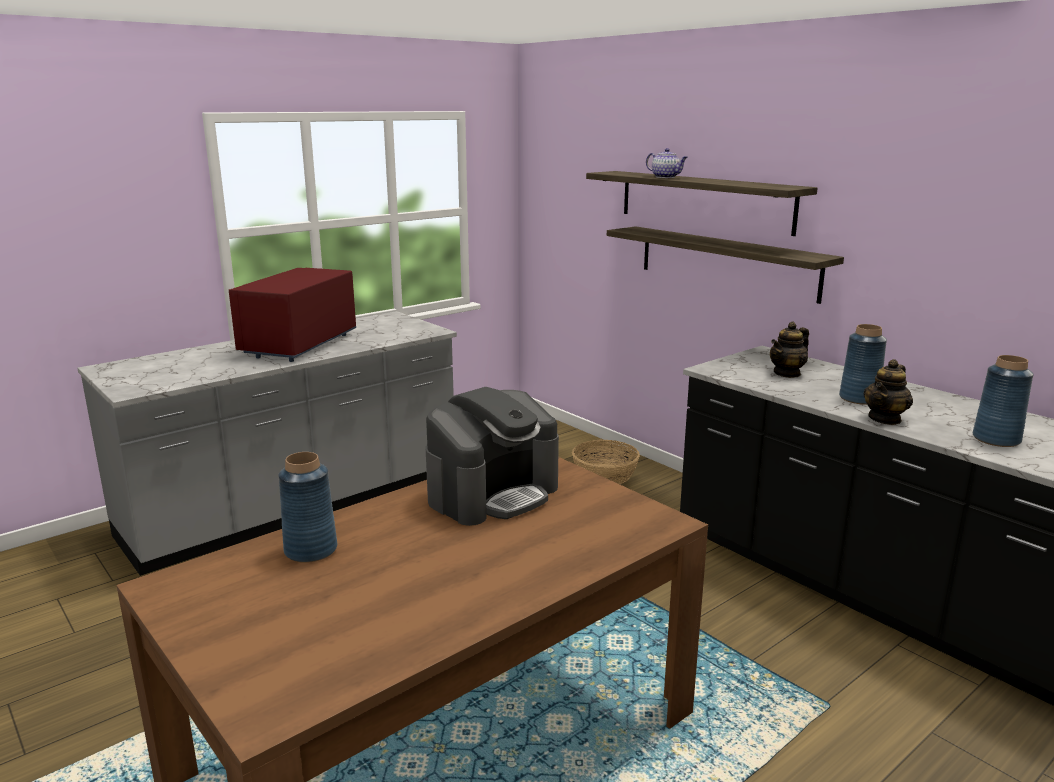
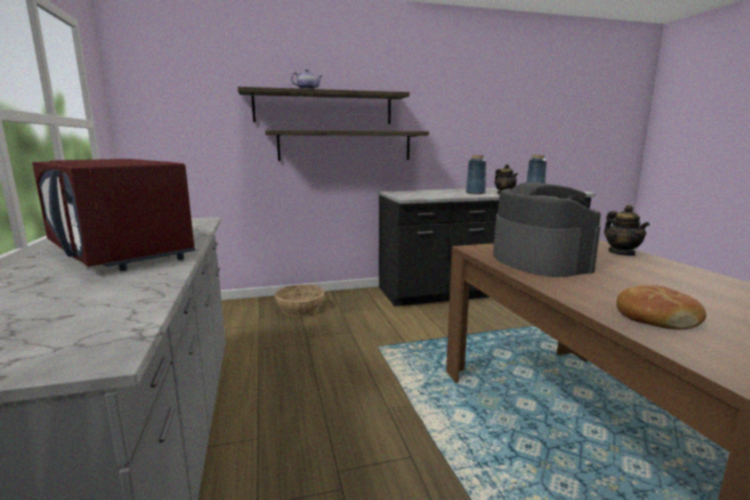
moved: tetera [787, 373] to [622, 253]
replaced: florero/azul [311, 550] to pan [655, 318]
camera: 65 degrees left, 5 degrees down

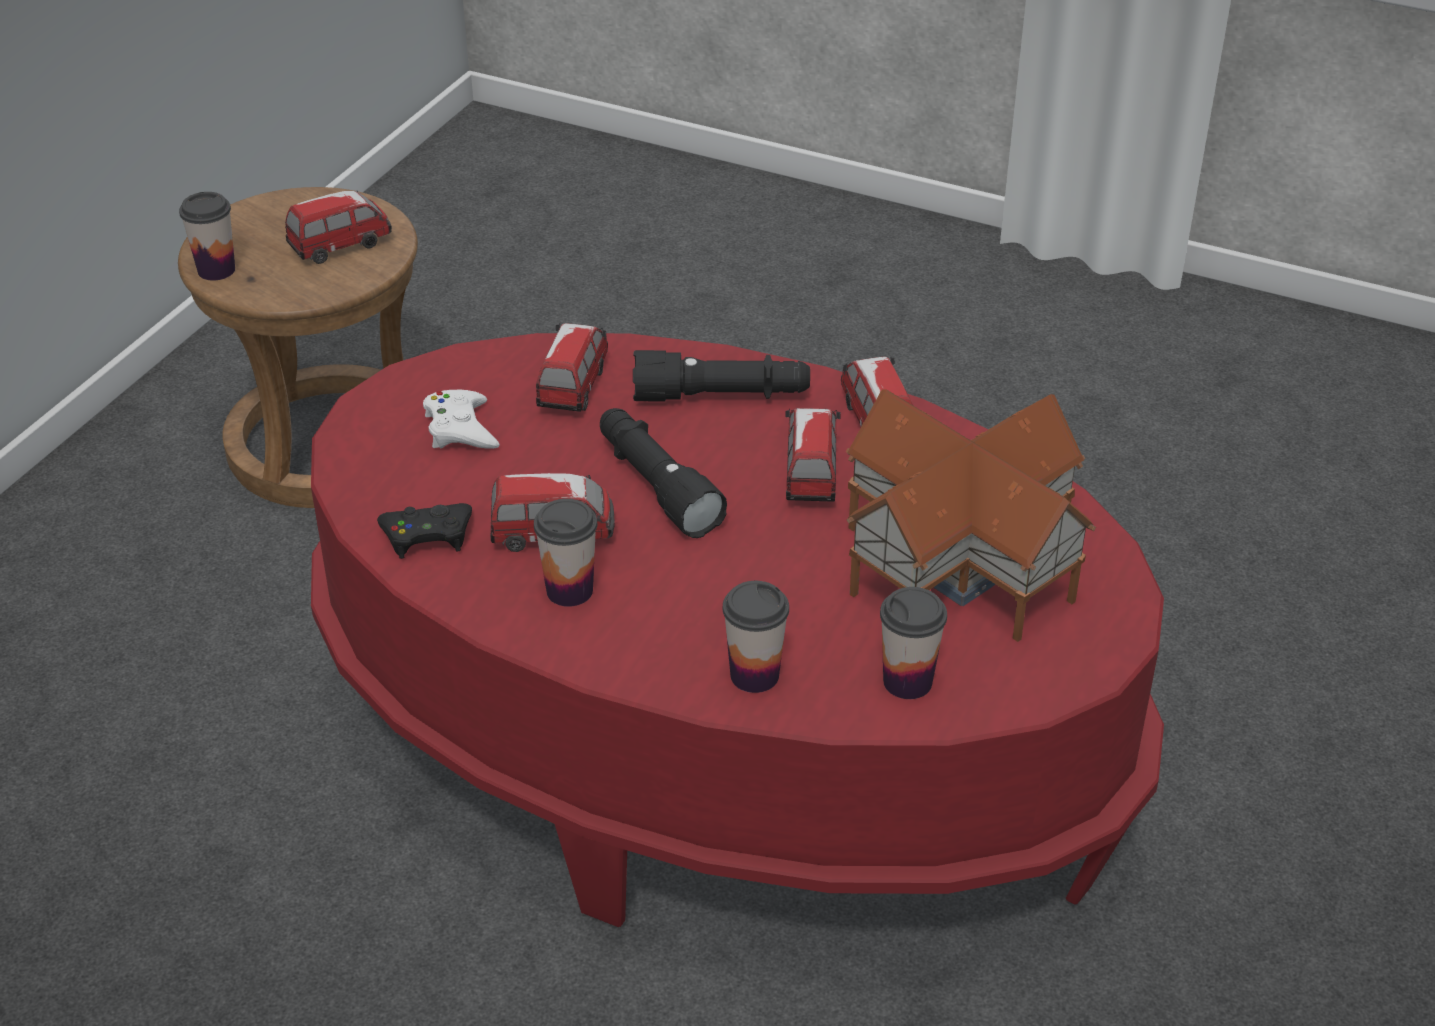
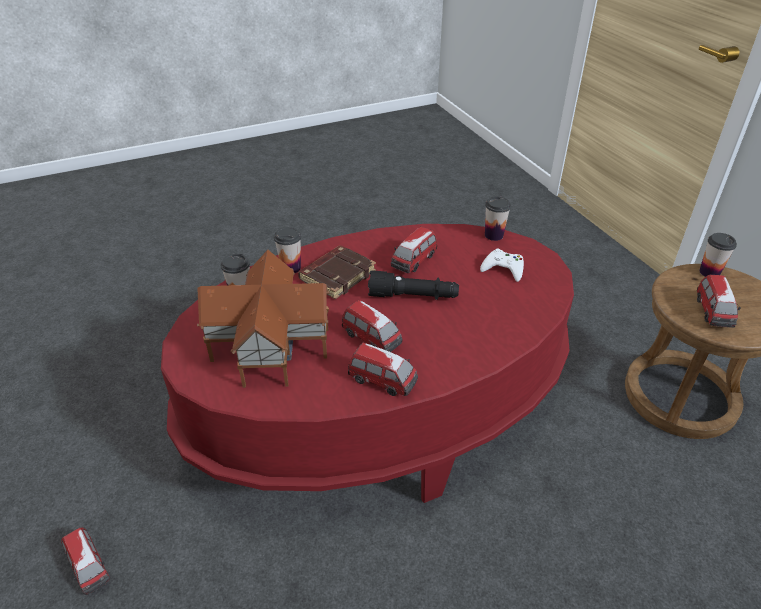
removed: mando de consola/negro [427, 535]; linterna/negro [721, 396]
added: libro/marrón [337, 275]
moved: coche de juguete [572, 386] to [90, 567]; taza [569, 590] to [493, 235]
camera: 130 degrees right, 0 degrees up

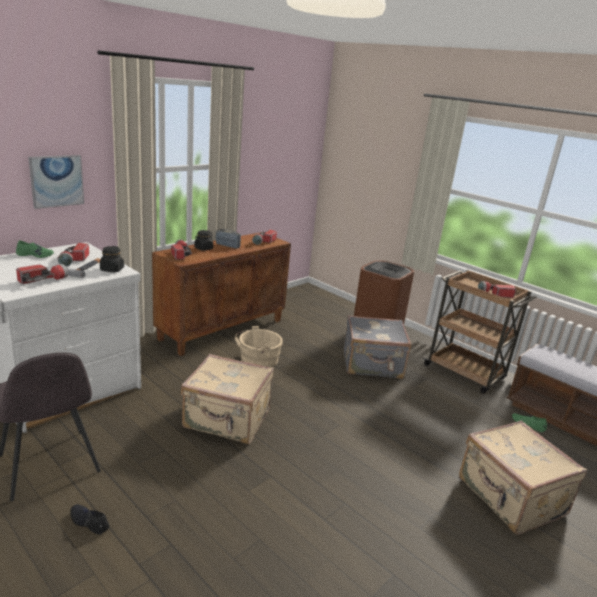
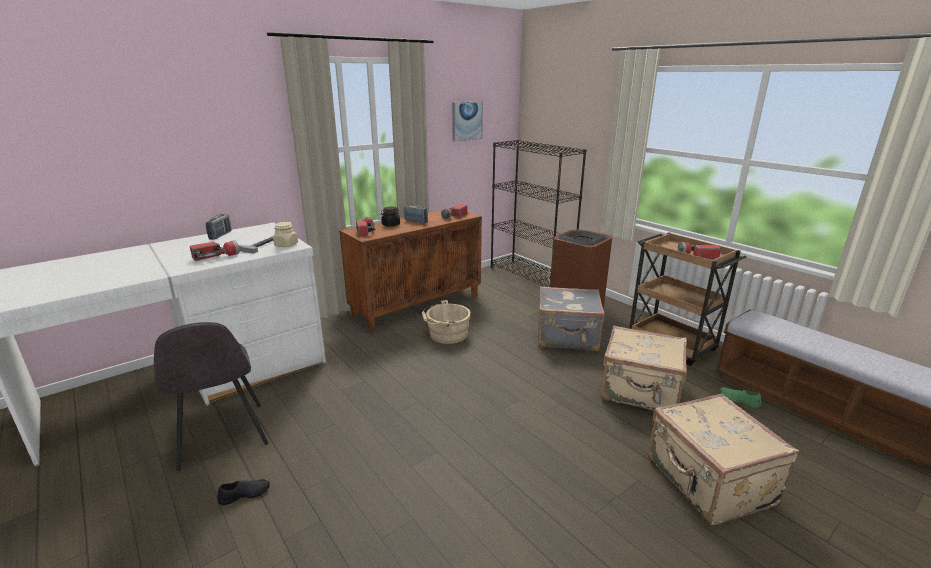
removed: linterna [74, 260]
added: estantería/negro [530, 276]
moved: cuadro [56, 181] to [466, 121]; maleta/beis [227, 420] to [640, 391]
replaced: zapato/verde [35, 255] to radio [220, 235]
recoloured: tarro/negro [112, 269] to tarro/beis [286, 245]
turned: zapato/negro [89, 522] = [245, 494] 120 degrees clockwise
camera: 10 degrees right, 0 degrees up

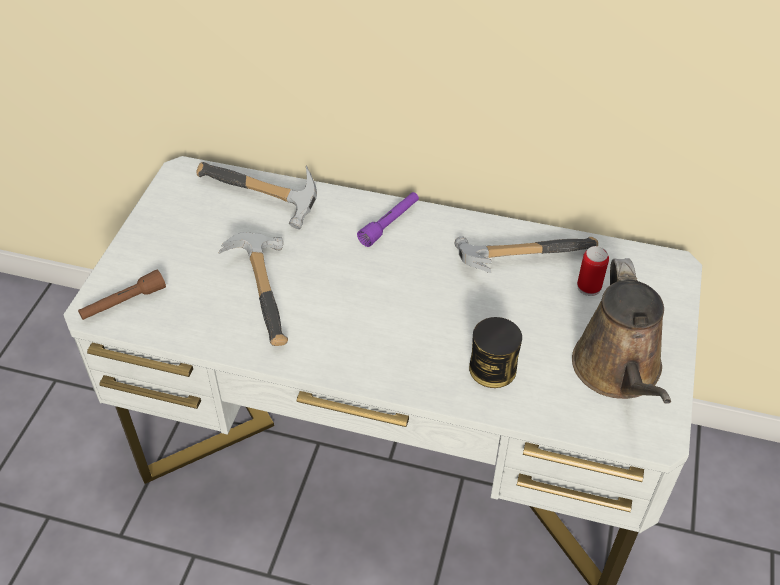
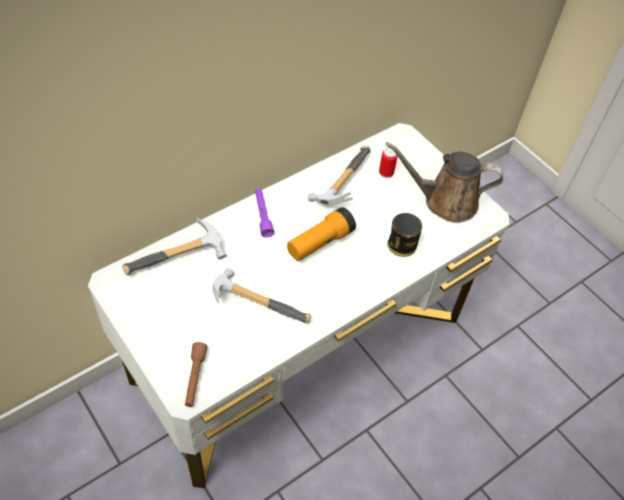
added: linterna [320, 243]
turned: regadera/marrón [618, 371] = [445, 201] 150 degrees clockwise
camera: 55 degrees left, 5 degrees up

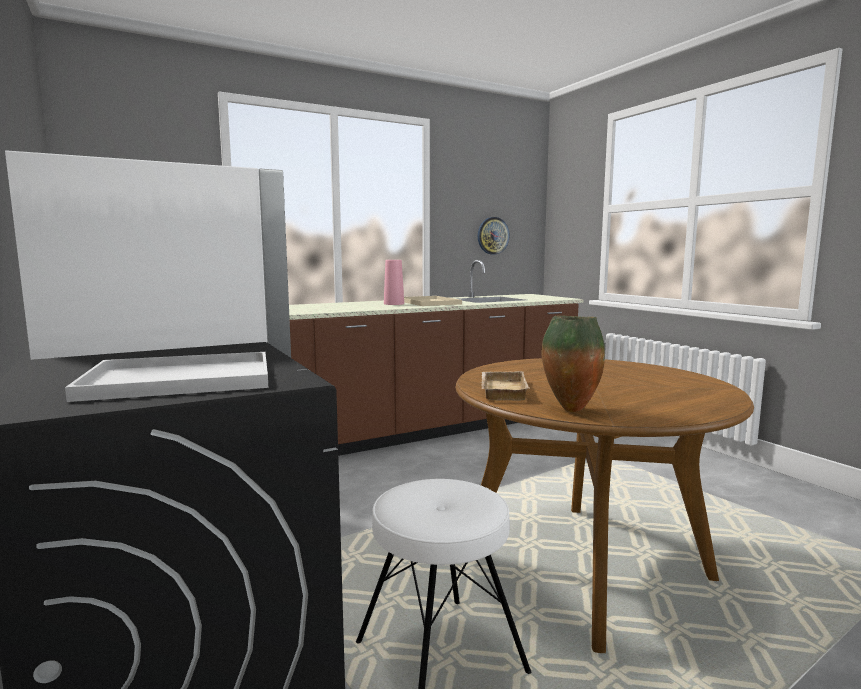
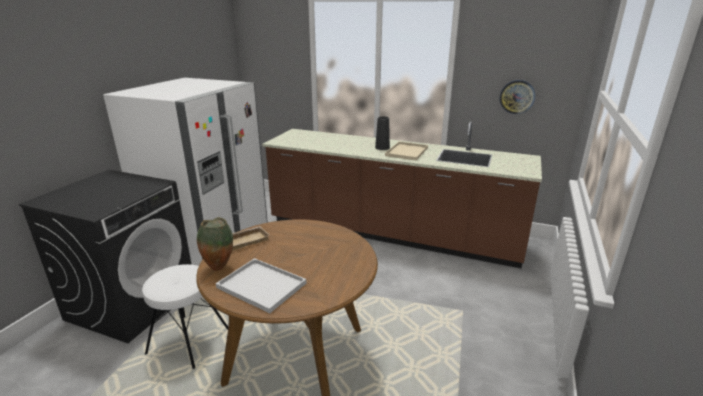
moved: bandeja/blanco [177, 380] to [260, 285]
recoloured: florero/rosa [394, 304] to florero/negro [382, 147]
camera: 50 degrees right, 15 degrees up

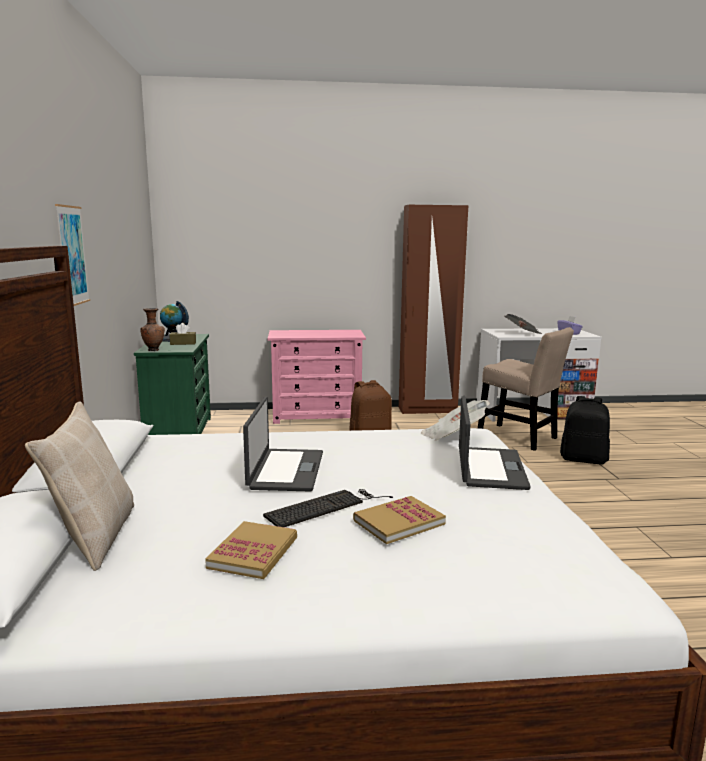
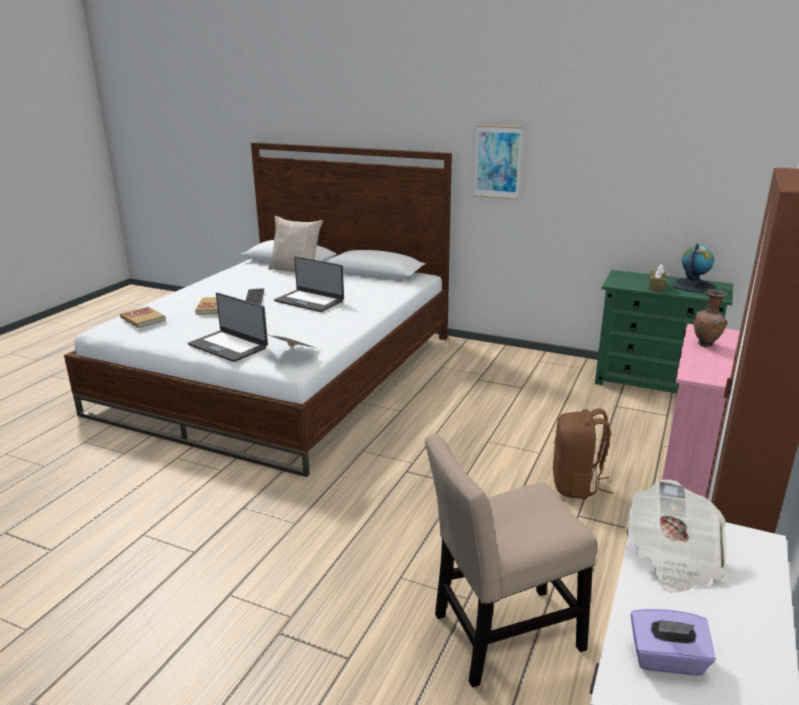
removed: mochila/negro [584, 459]
moved: libro [253, 552] to [143, 319]; florero/marrón [153, 350] to [706, 345]
camera: 120 degrees right, 10 degrees up

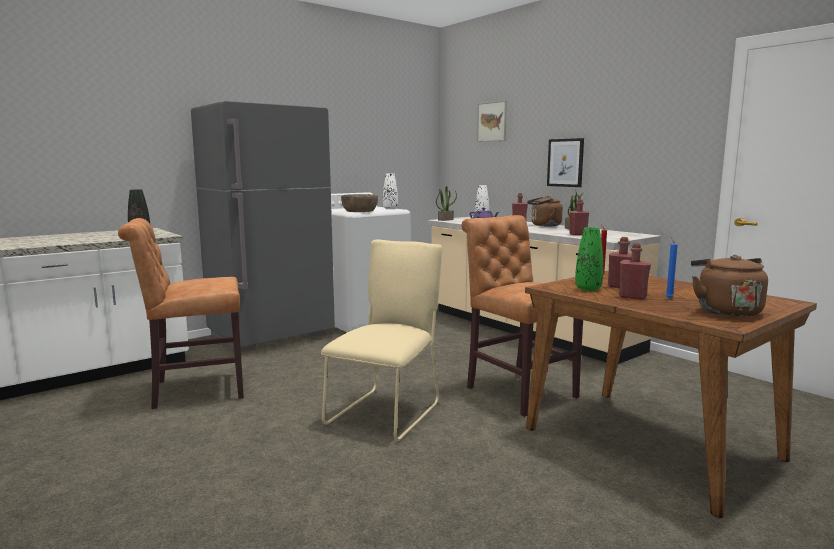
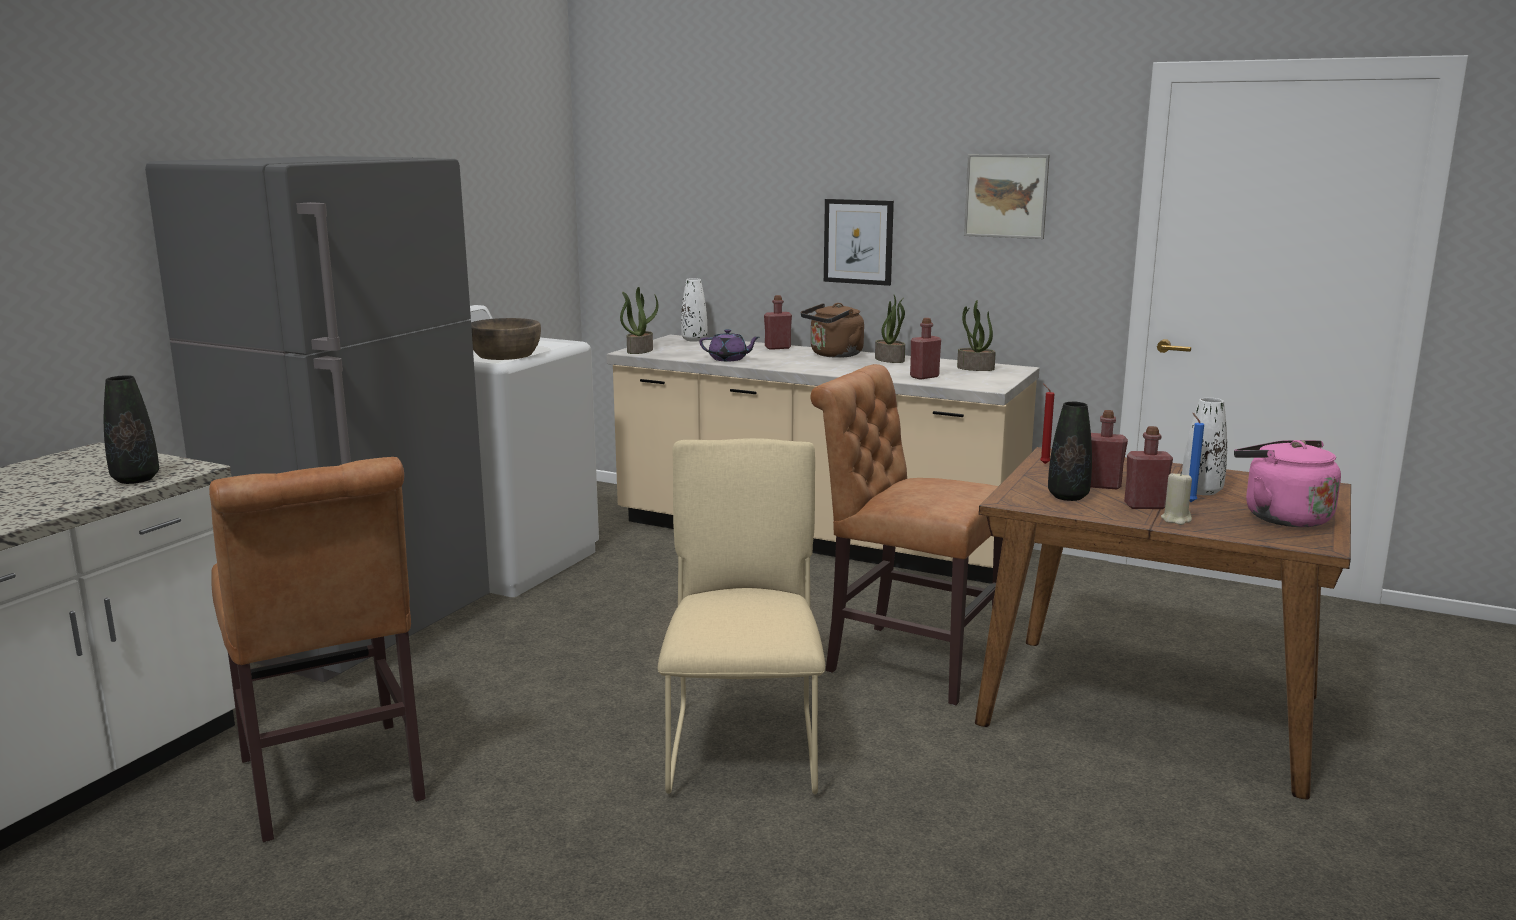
added: planta en maceta [975, 368]; vela/beis [1176, 519]
moved: cuadro [492, 121] to [1006, 196]; florero/blanco [390, 208] to [1201, 491]
recoloured: florero/verde [588, 288] to florero/negro [1068, 496]; hervidor/marrón [725, 311] to hervidor/rosa [1281, 517]
turned: silla/marrón [193, 390] = [333, 785] 75 degrees counterclockwise
camera: 25 degrees left, 5 degrees up

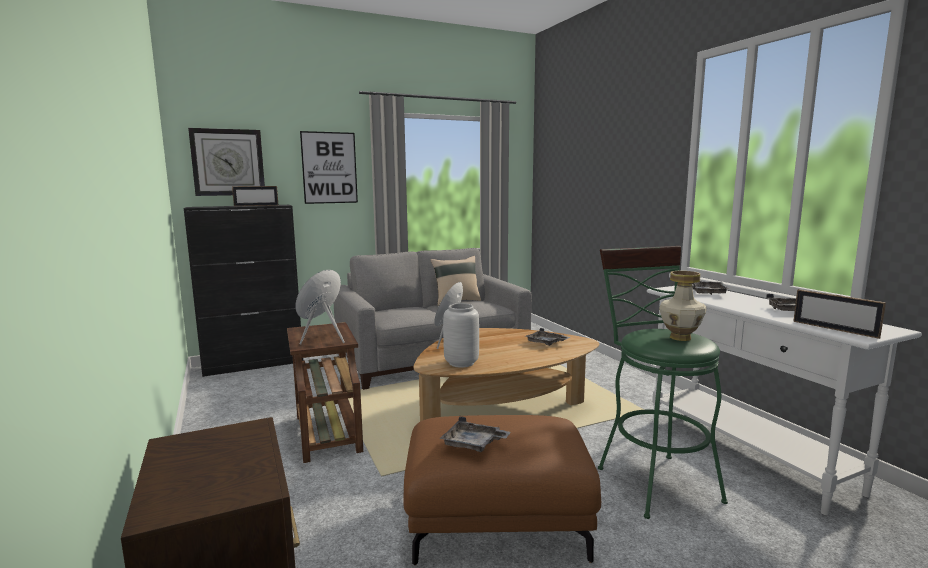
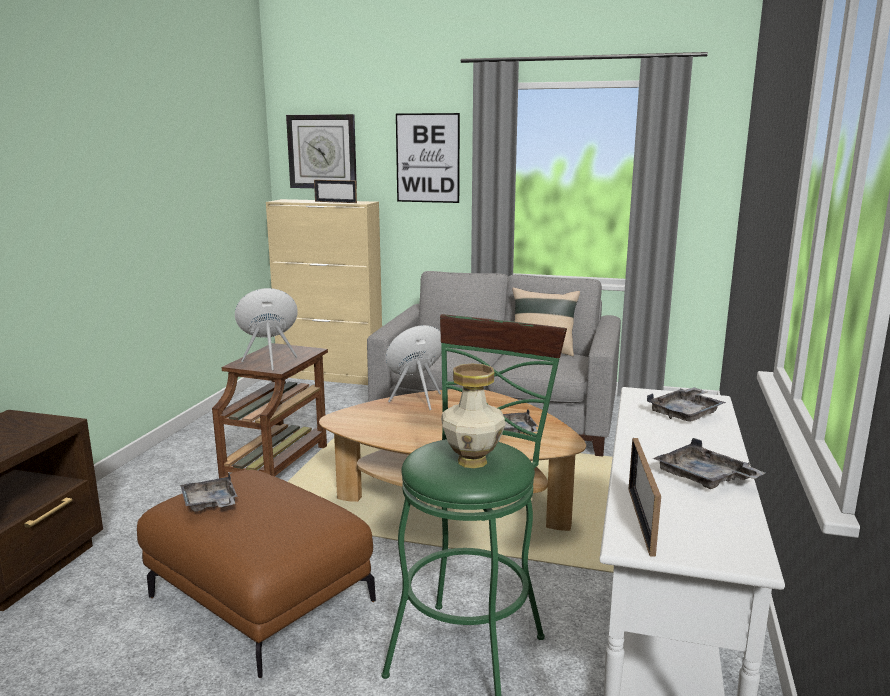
removed: florero/gris [461, 363]
recoloured: armario/negro [254, 364] to armario/beis [331, 376]
camera: 40 degrees right, 5 degrees up

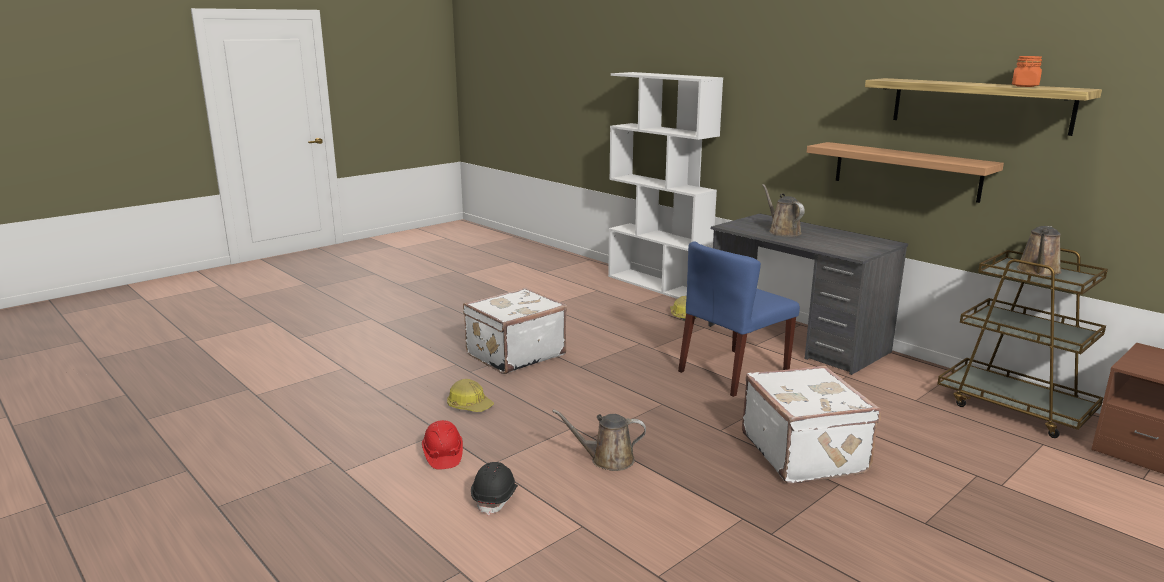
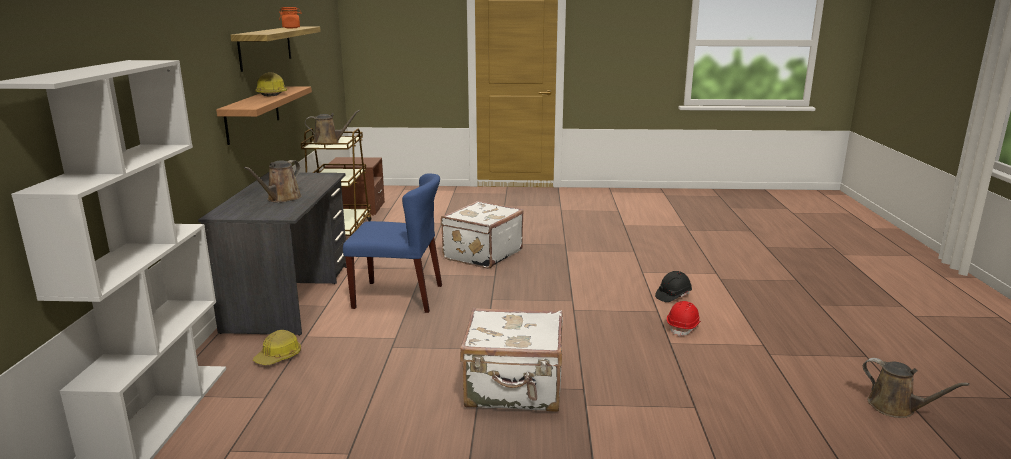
moved: casco [469, 405] to [272, 94]; regadera/marrón [607, 460] to [895, 408]
camera: 135 degrees left, 0 degrees up

